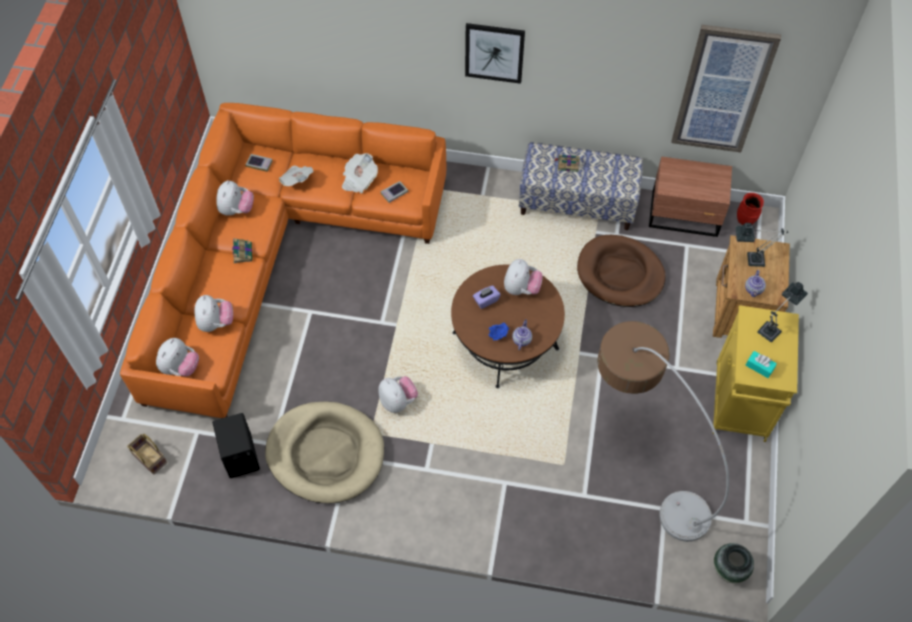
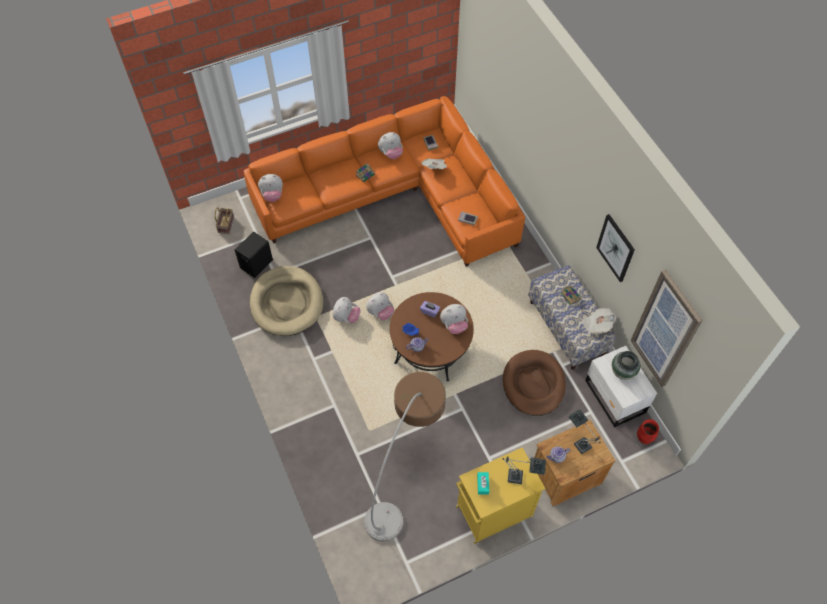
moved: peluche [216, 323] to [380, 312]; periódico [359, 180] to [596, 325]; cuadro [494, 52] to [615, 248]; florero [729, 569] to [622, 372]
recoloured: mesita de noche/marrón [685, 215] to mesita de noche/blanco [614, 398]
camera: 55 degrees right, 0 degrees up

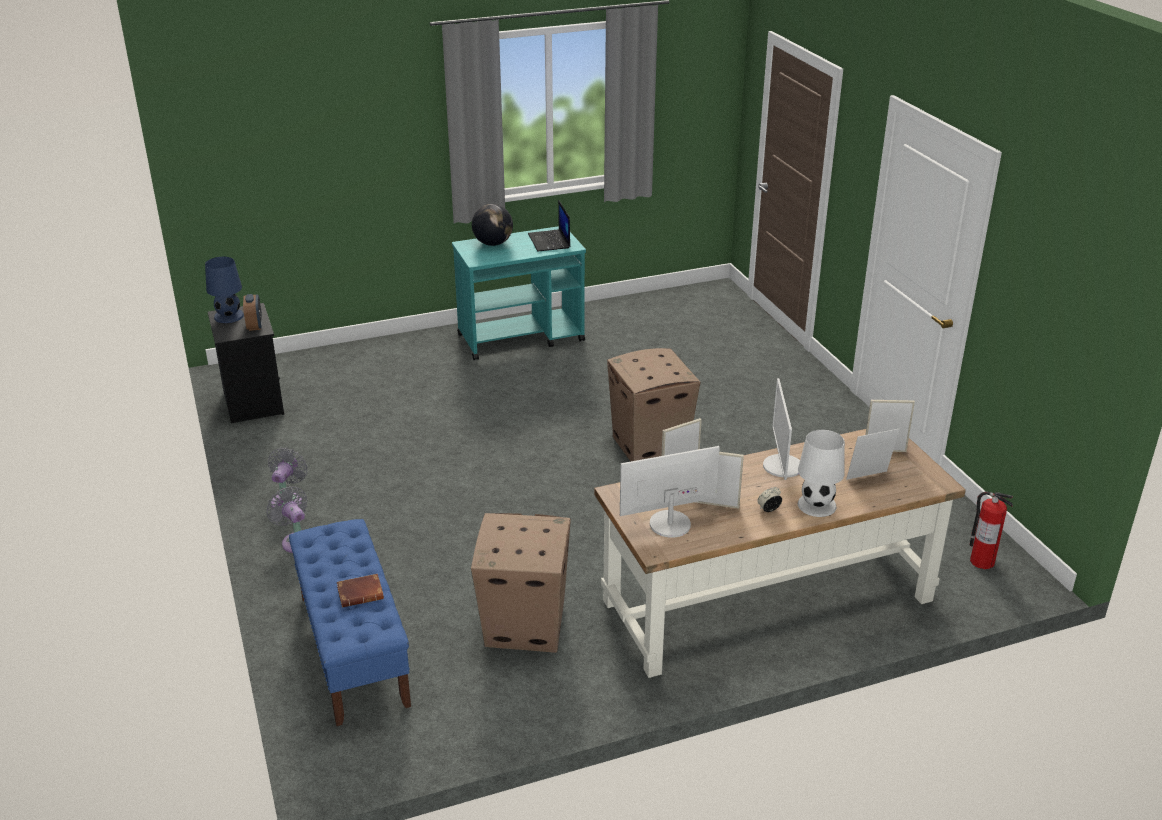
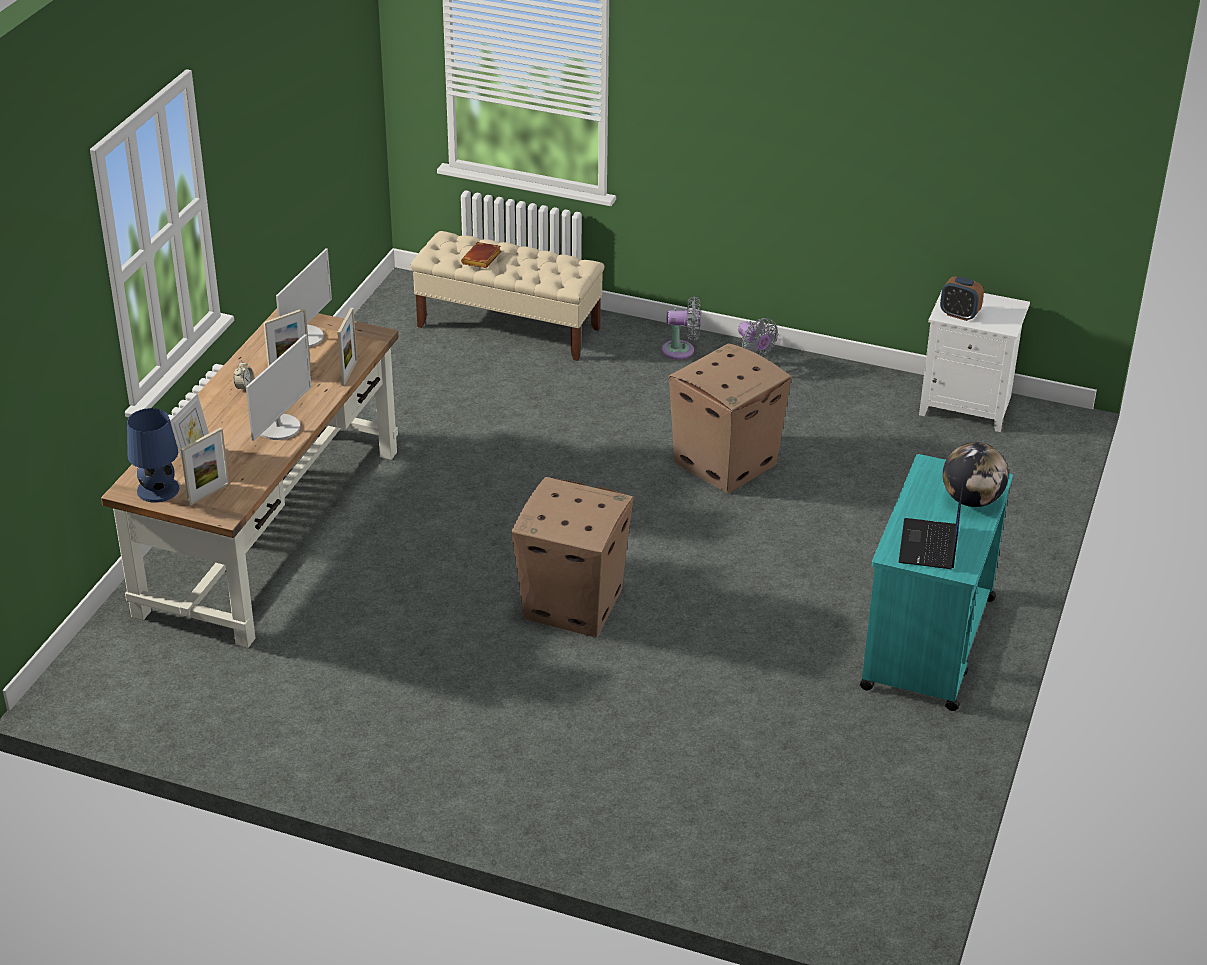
removed: lámpara de mesa/blanco [816, 505]; extintor [981, 561]
moved: lámpara de mesa/azul [228, 316] to [158, 489]; caja de cartón [523, 625] to [726, 463]
recoloured: banco/azul [353, 649] to banco/beis [509, 327]; mesita de noche/negro [252, 402] to mesita de noche/blanco [968, 406]
turned: monitor [782, 466] = [279, 427] 75 degrees clockwise; portátil [550, 241] = [929, 546] 105 degrees counterclockwise
camera: 130 degrees right, 5 degrees up

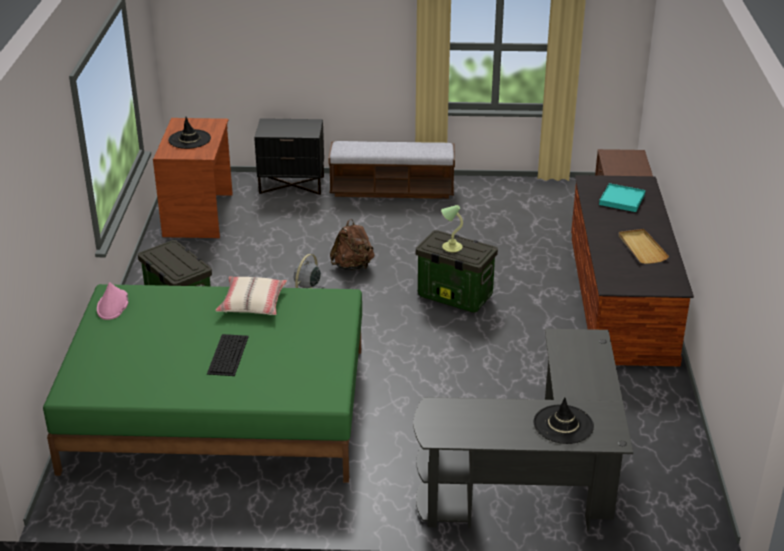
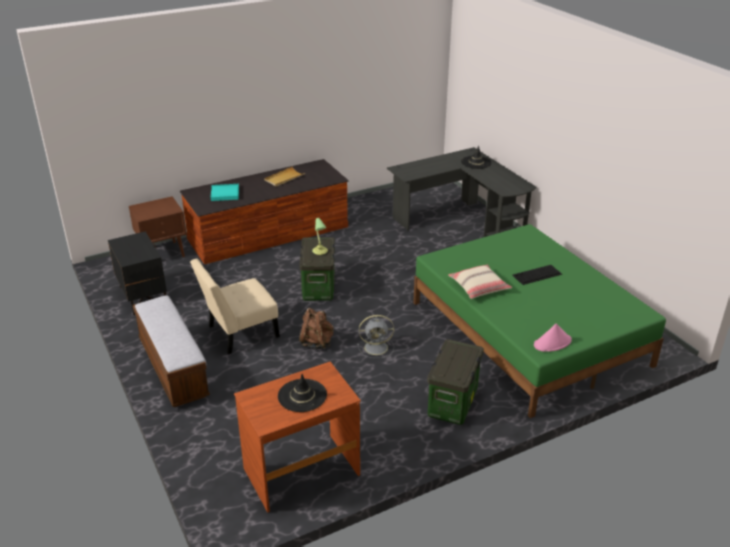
added: silla/beis [239, 333]
moved: mesita de noche/negro [292, 184] to [142, 296]
camera: 120 degrees left, 0 degrees up

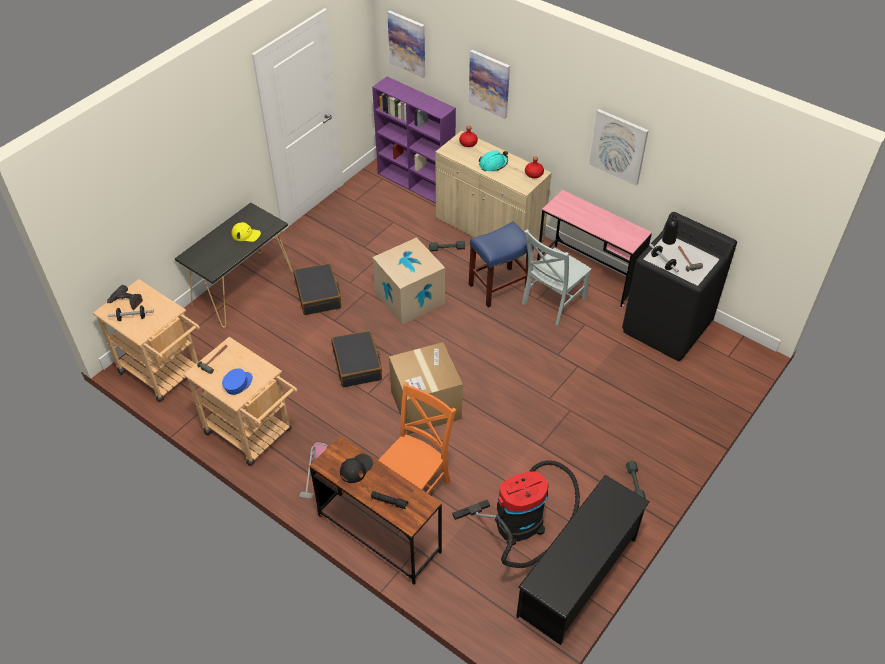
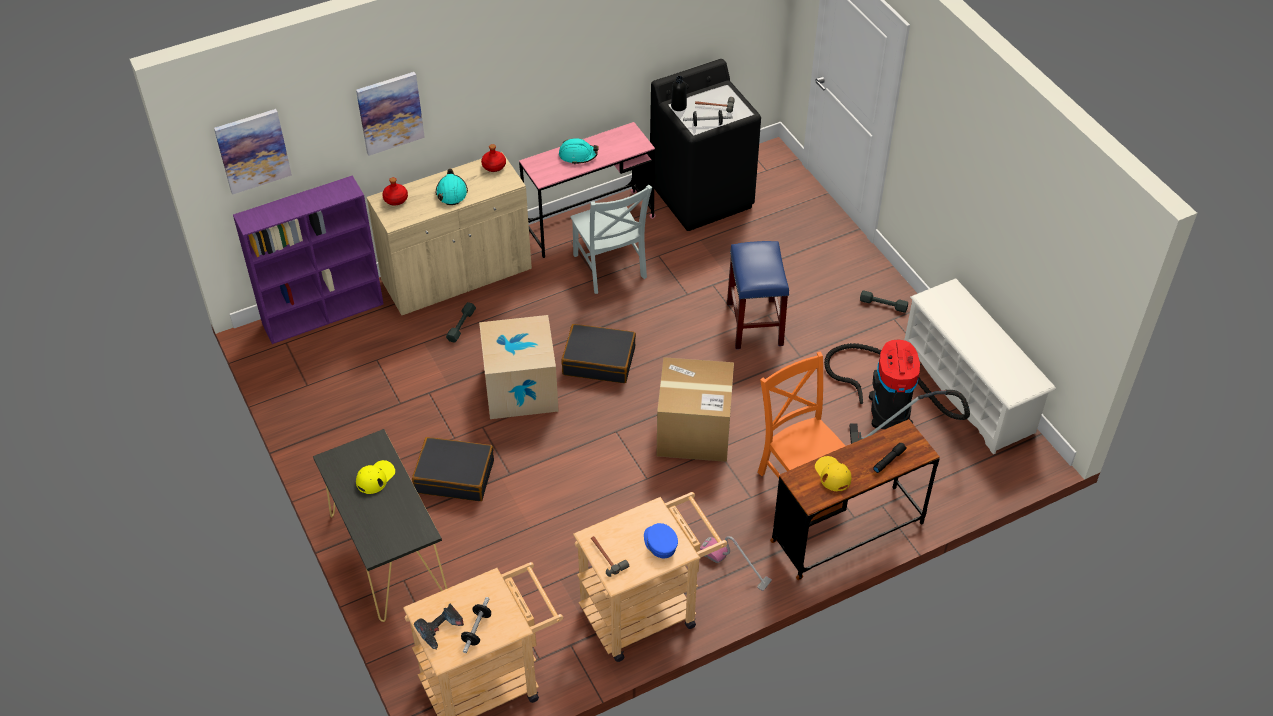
removed: cuadro [618, 146]
added: casco/turquesa [578, 155]
moved: maleta/negro [357, 364] to [599, 361]; taburete/azul [498, 287] to [755, 324]
recoloured: gorra/negro [356, 468] to gorra/amarillo [832, 474]; zapatero/negro [578, 577] to zapatero/blanco [969, 390]
camera: 65 degrees left, 0 degrees up

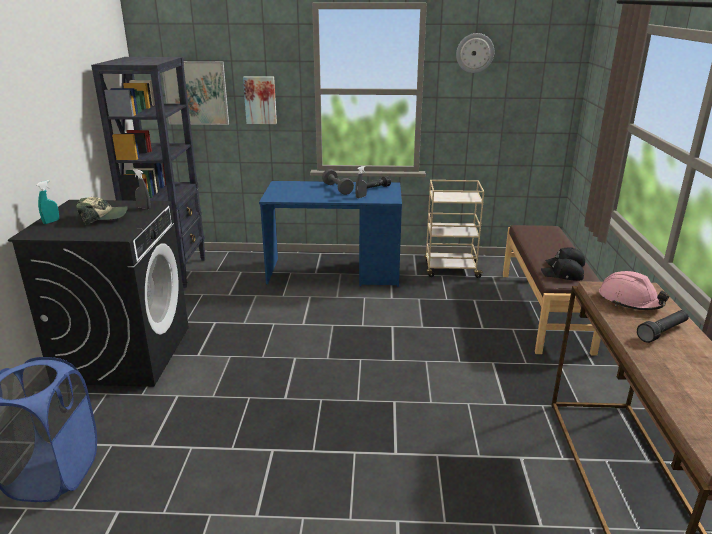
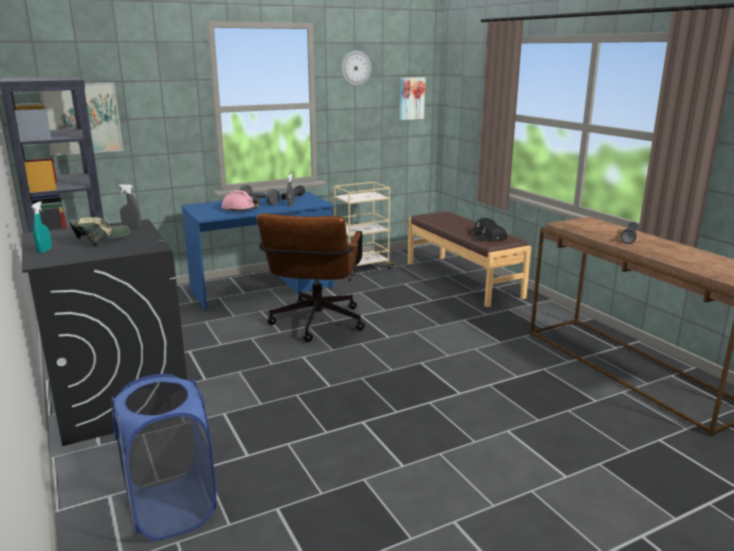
added: silla de oficina/marrón [315, 325]
moved: casco/rosa [630, 301] to [240, 209]; cuadro [260, 100] to [411, 98]
camera: 30 degrees left, 5 degrees down

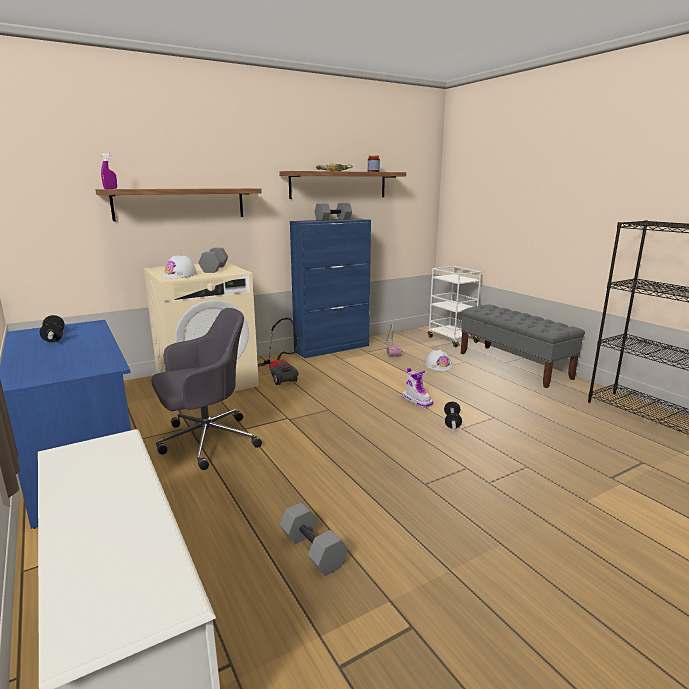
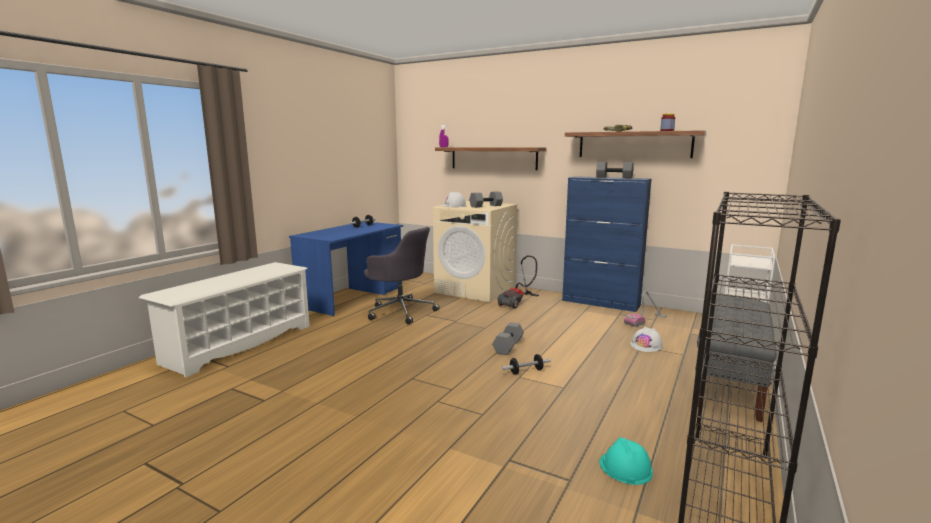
removed: bota [417, 401]
added: casco/turquesa [625, 467]
moved: mancuerna/gris [314, 550] to [508, 347]
camera: 60 degrees right, 5 degrees down

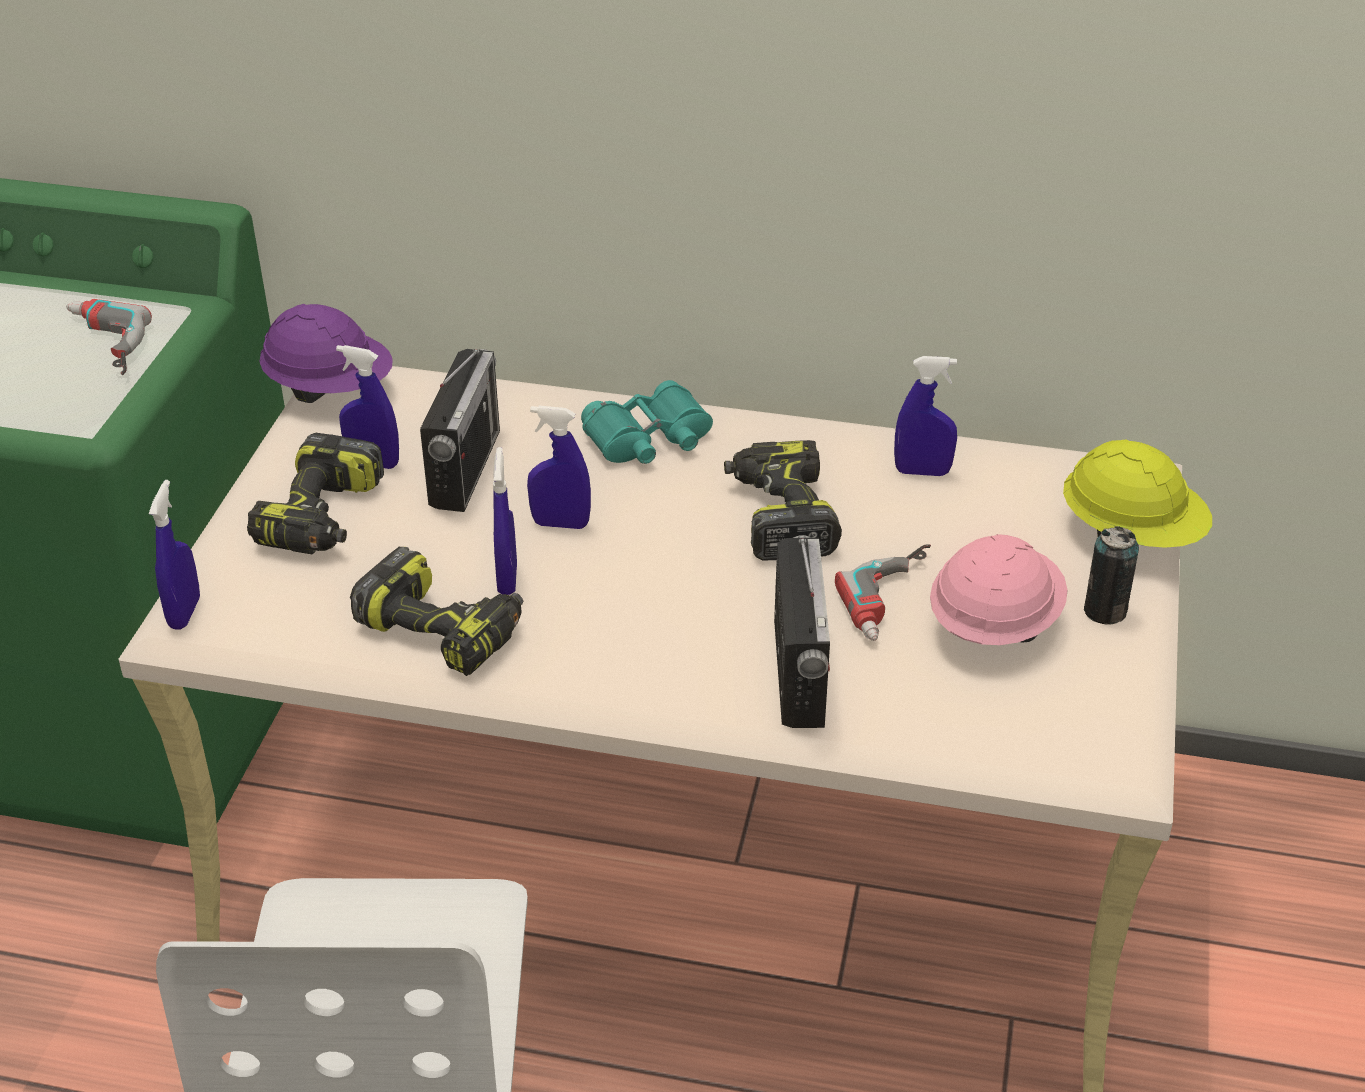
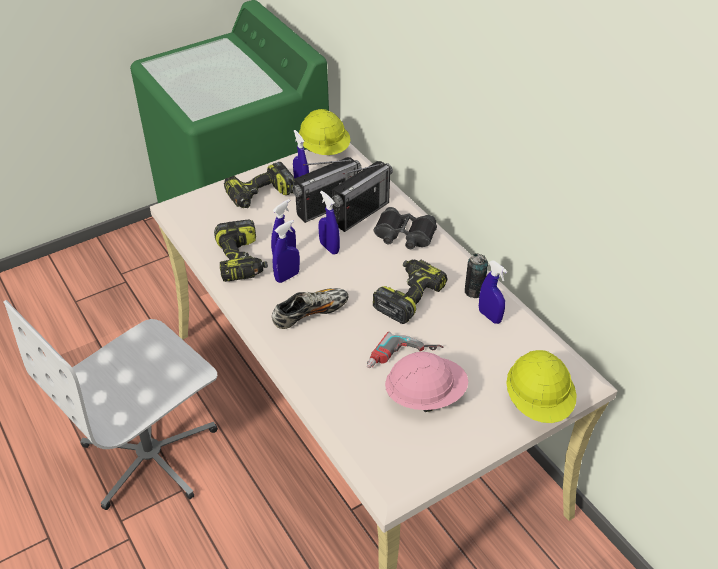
removed: taladro [98, 346]
added: zapato [310, 314]
moved: pulverizador/azul [184, 613] to [287, 277]; radio [799, 673] to [361, 213]; lata [1105, 611] to [474, 291]
recoloured: casco/morado [330, 390] to casco/amarillo [325, 150]; prismáticos/turquesa [649, 439] to prismáticos/negro [404, 236]
camera: 45 degrees right, 5 degrees up

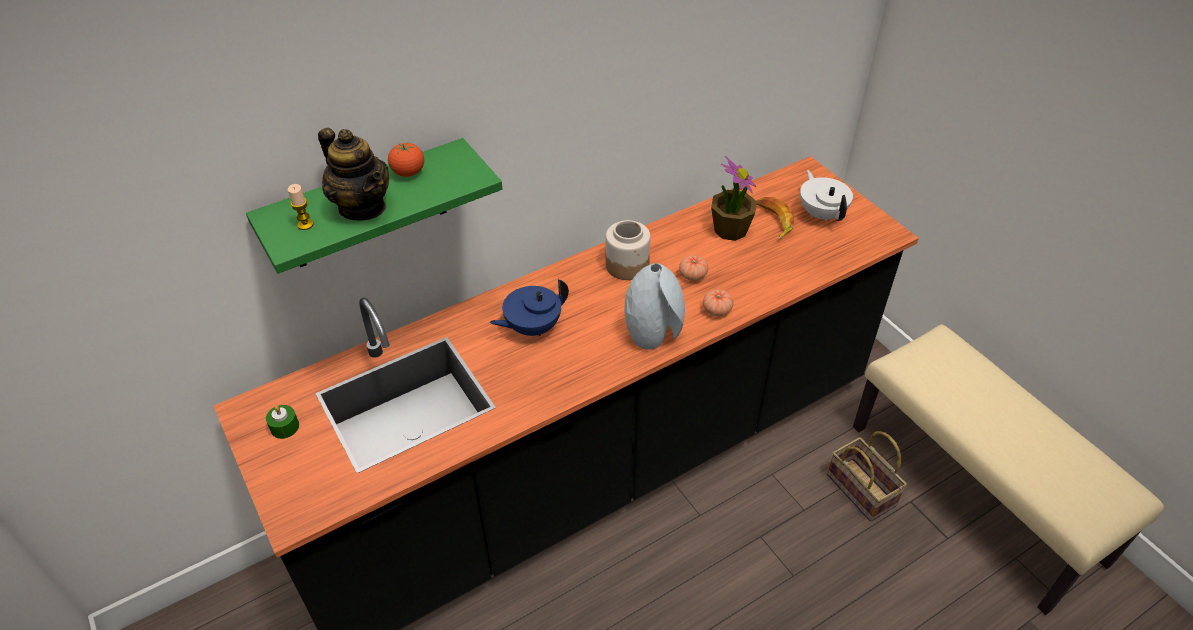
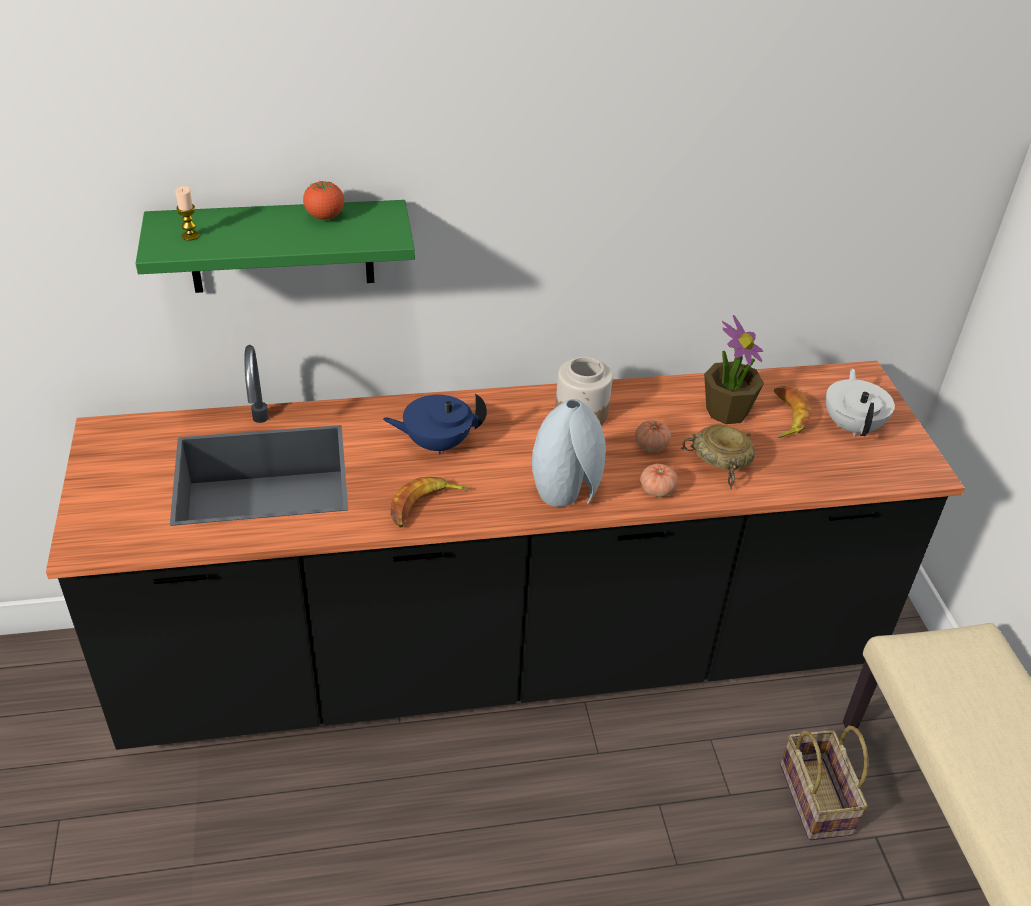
removed: vela/verde [285, 427]; tetera [363, 207]
added: plátano [424, 506]; cuenco/beis [720, 464]
camera: 20 degrees right, 5 degrees down

